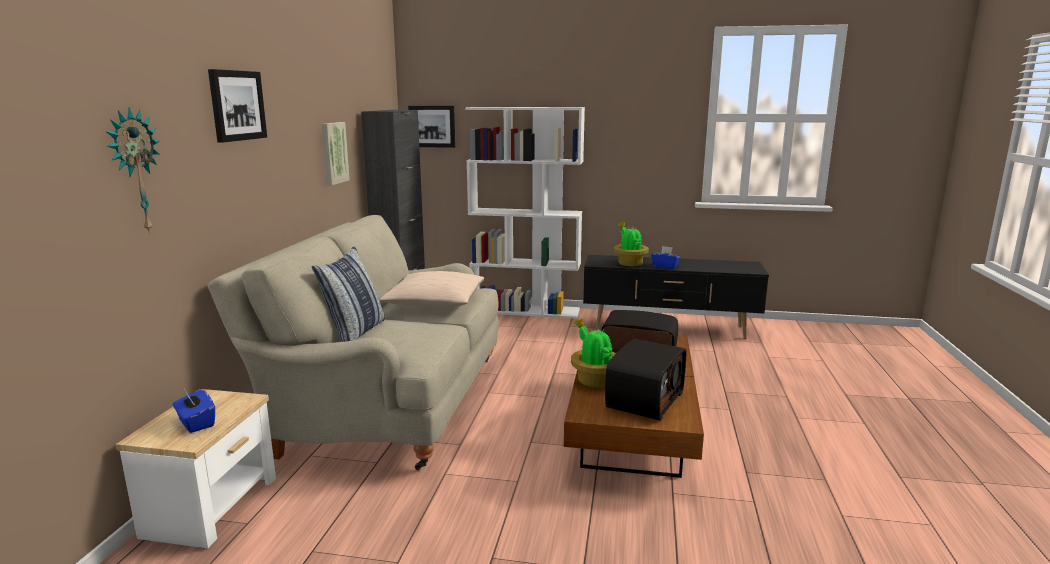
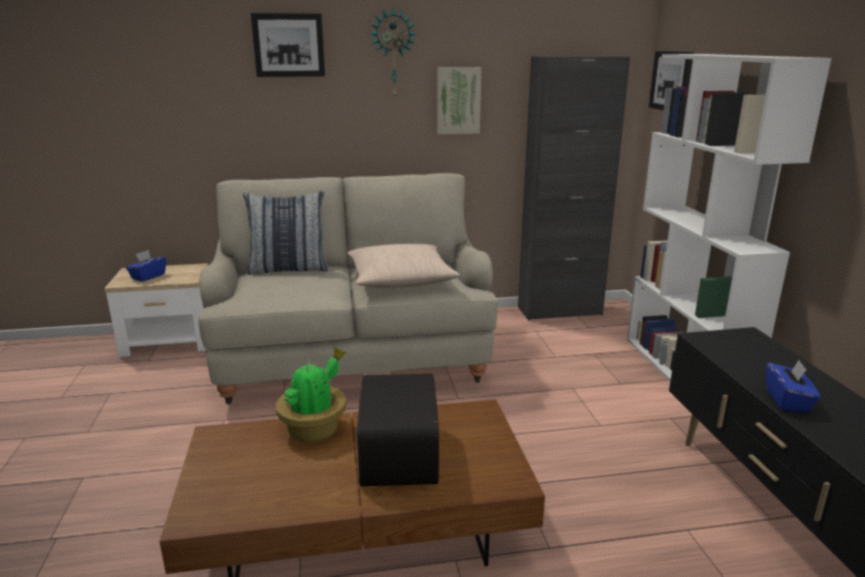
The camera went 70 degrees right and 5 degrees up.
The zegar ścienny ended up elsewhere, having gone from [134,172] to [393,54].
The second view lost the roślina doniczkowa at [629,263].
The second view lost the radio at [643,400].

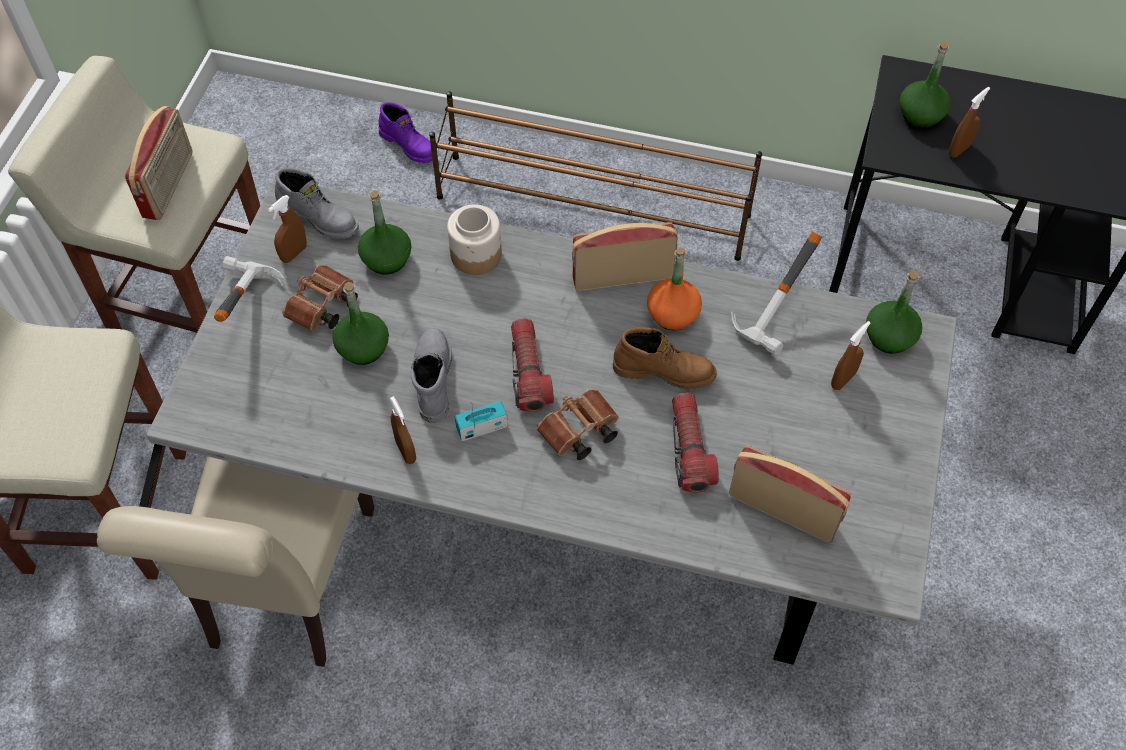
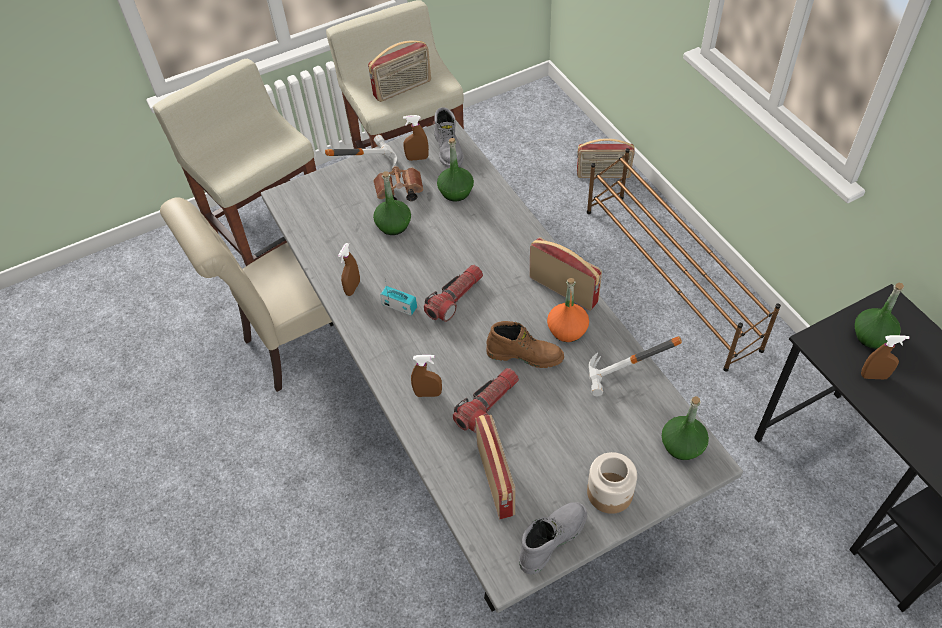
The camera went 50 degrees right and 5 degrees down.
Where the but z cholewką/fioletowy stood at [409,145], the radio came to stand at [603,175].
The słoik ended up elsewhere, having gone from [476,254] to [610,493].
The spryskiwacz/brązowy ended up elsewhere, having gone from [843,379] to [428,393].
The but z cholewką/brązowy at [664,370] ended up facing another way, 45 degrees counterclockwise from before.
The but z cholewką/szary ended up elsewhere, having gone from [432,378] to [551,538].
The second view lost the lornetka/brązowy at [578,433].

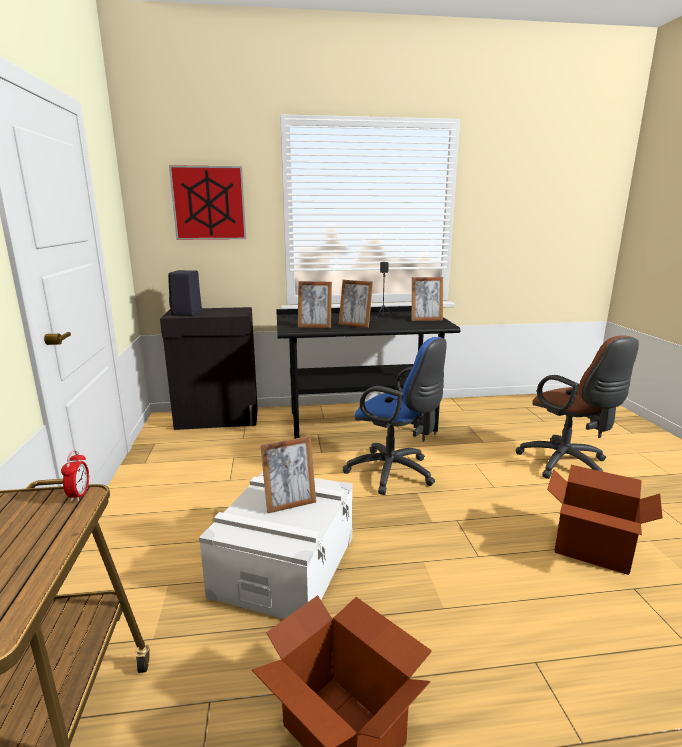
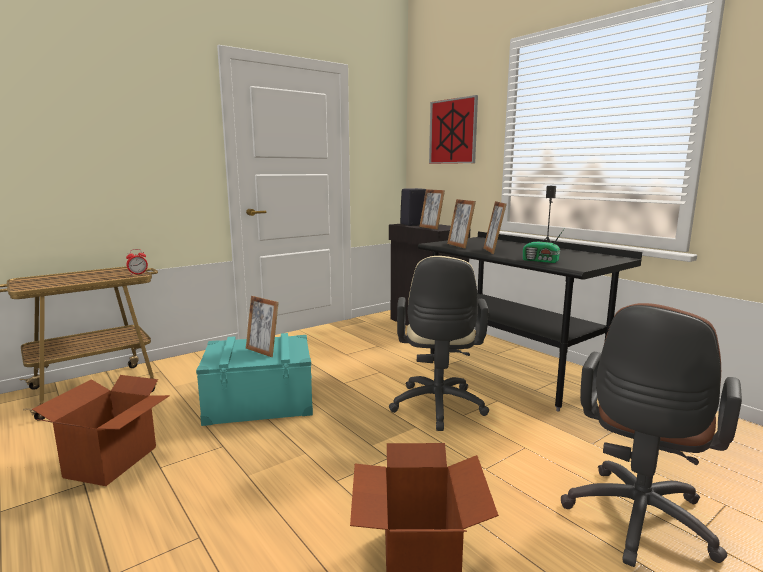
The camera went 60 degrees right and 5 degrees down.
The ramka na zdjęcie ended up elsewhere, having gone from [426,319] to [431,228].
What was the krzesło biurowe/niebieski at [395,473] turned into the krzesło biurowe/beżowy at [437,408].
What was the pojemnik do przechowywania/biały at [284,565] turned into the pojemnik do przechowywania/turkusowy at [260,400].
The second view gained the radio at [541,261].

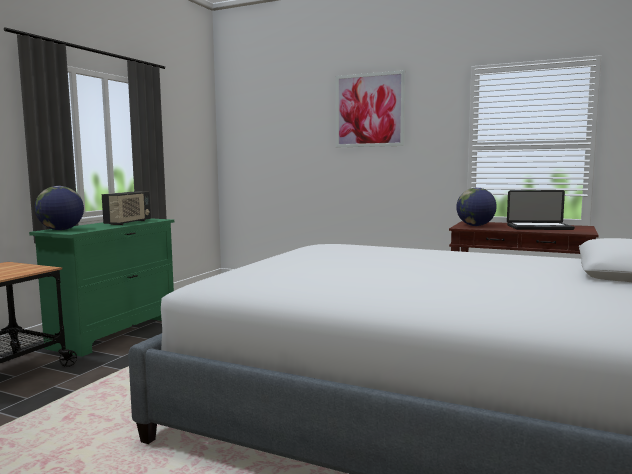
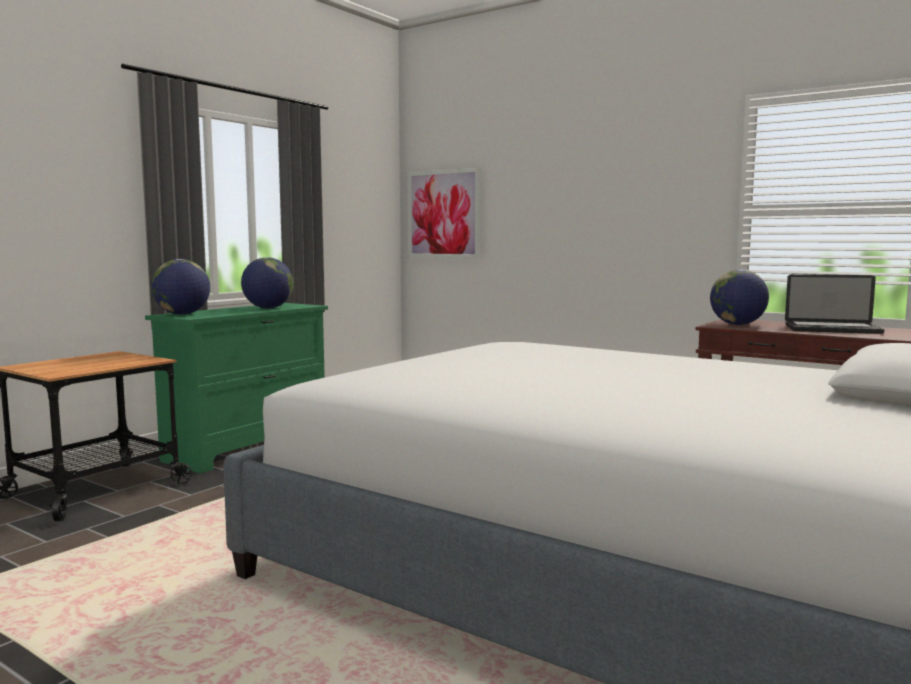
The camera went 10 degrees right and 0 degrees up.
The obraz ended up elsewhere, having gone from [369,110] to [443,214].
Where the radio stood at [128,223], the globus came to stand at [268,308].

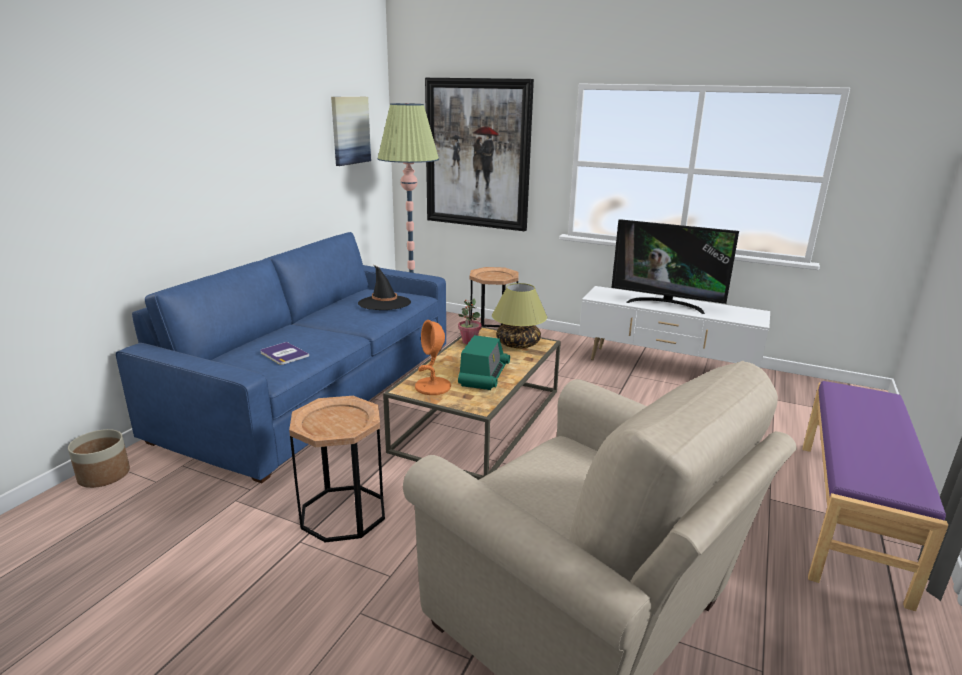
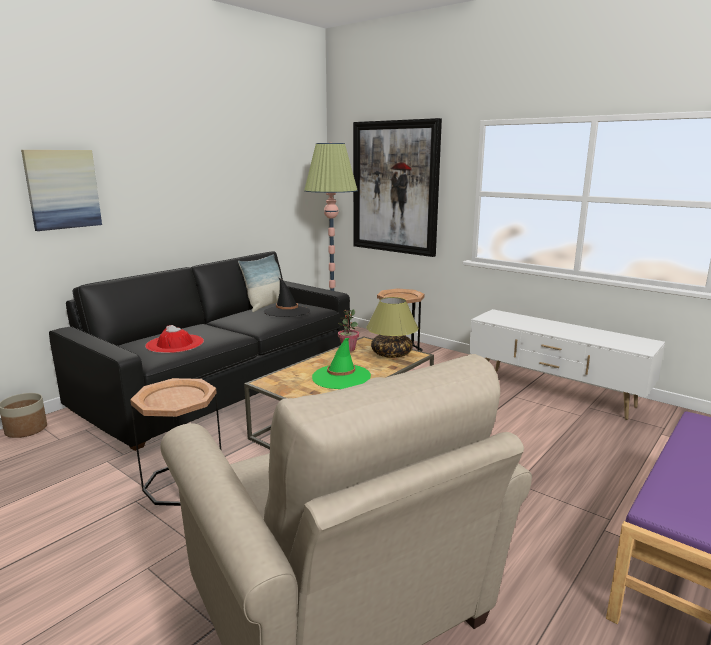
The camera went 15 degrees right and 5 degrees down.
The obraz ended up elsewhere, having gone from [350,130] to [62,189].
The second view lost the telewizor at [666,304].
What was the kanapa/niebieski at [316,389] turned into the kanapa/czarny at [222,382].
The second view lost the lampa stołowa/pomarańczowy at [433,387].
Where the radio stood at [484,375], the kapelusz/zielony came to stand at [341,377].
Where the książka stood at [284,354], the kapelusz/czerwony came to stand at [175,344].
The second view gained the poduszka at [266,305].

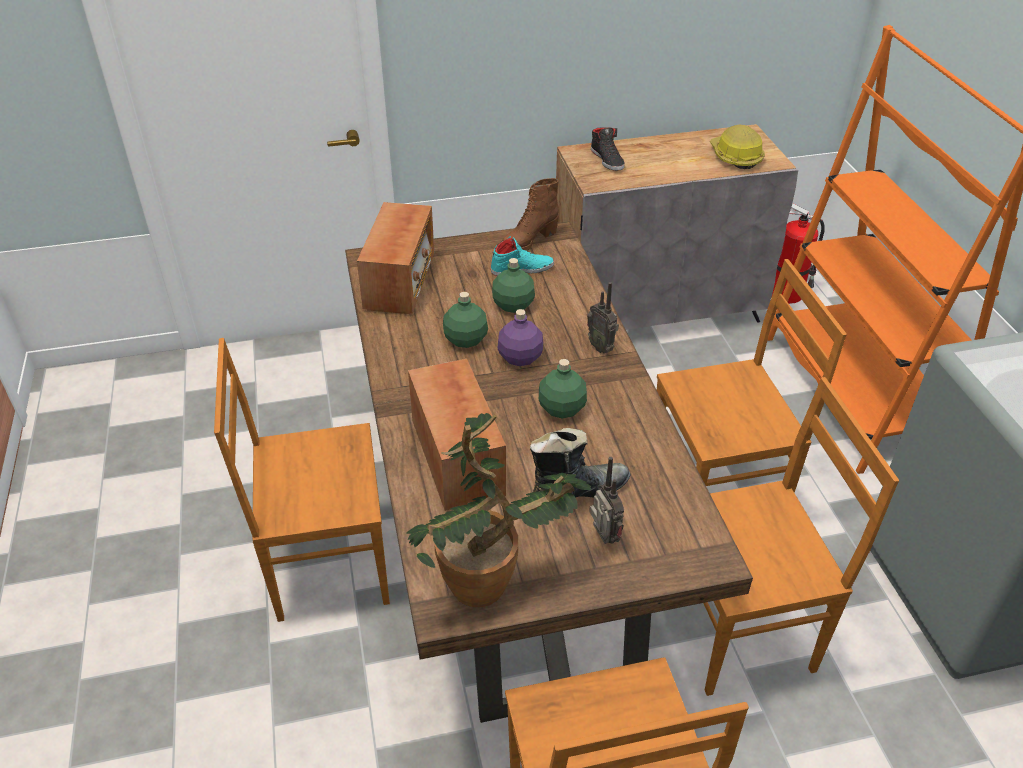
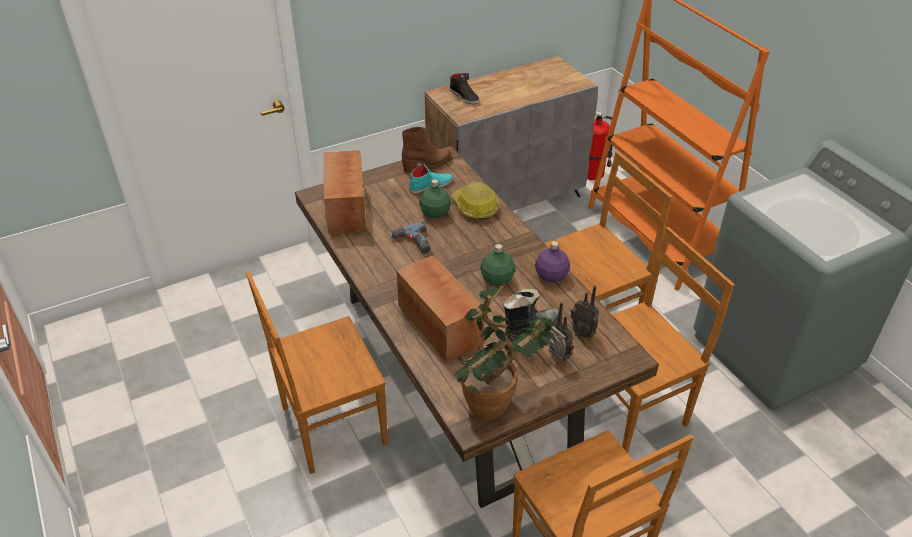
The camera went 15 degrees left and 0 degrees up.
The kask ended up elsewhere, having gone from [735,157] to [474,207].
The but z cholewką/brązowy at [528,241] ended up facing another way, 150 degrees counterclockwise from before.
The radio ended up elsewhere, having gone from [601,347] to [583,332].
Where the butelka/zielony stood at [466,340], the wiertarka came to stand at [412,243].
The butelka/fioletowy ended up elsewhere, having gone from [520,357] to [551,276].

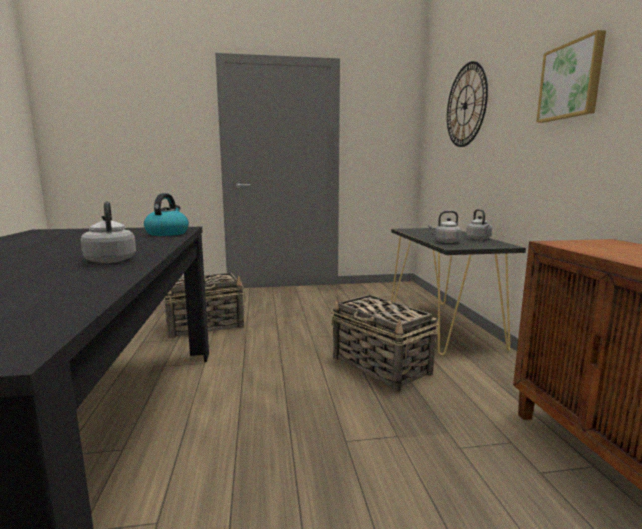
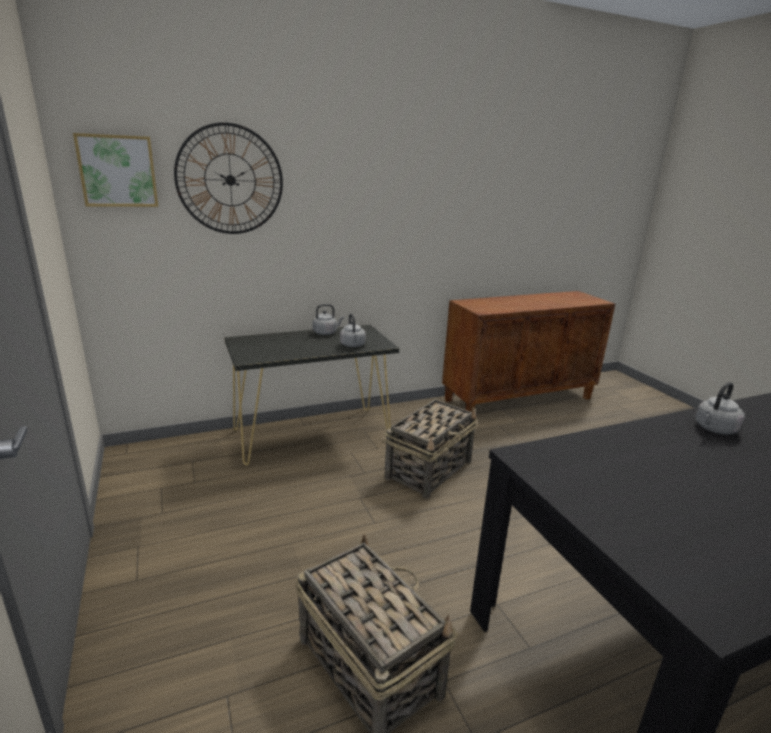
The camera went 105 degrees left and 10 degrees up.
The obraz ended up elsewhere, having gone from [571,81] to [118,171].
The second view lost the czajnik at [167,233].

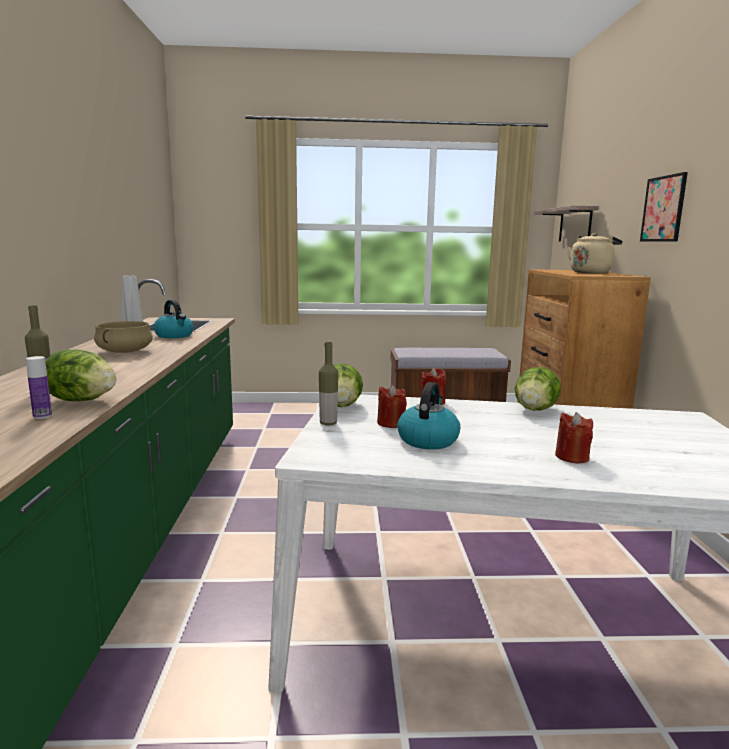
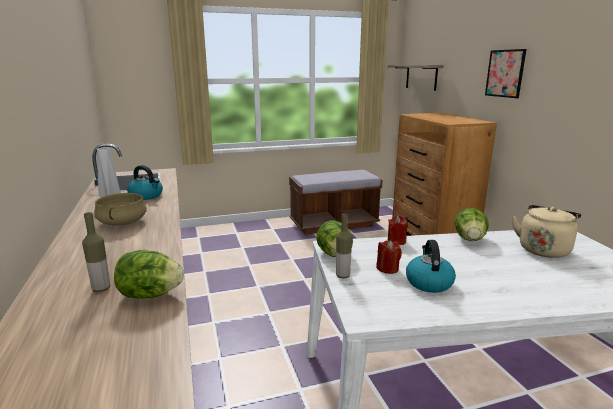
The camera went 15 degrees left and 5 degrees up.
The czajnik/beżowy ended up elsewhere, having gone from [591,272] to [543,249].
The second view lost the butelka at [42,416].
The second view lost the świeca/czerwony at [571,457].

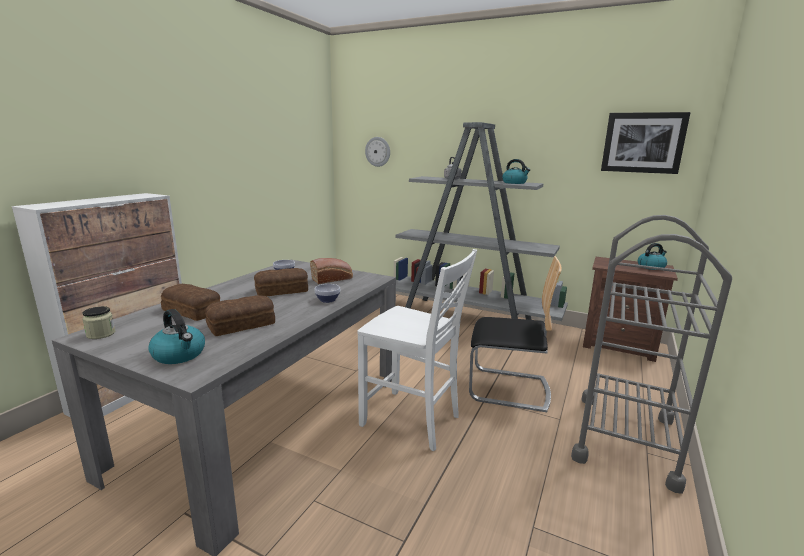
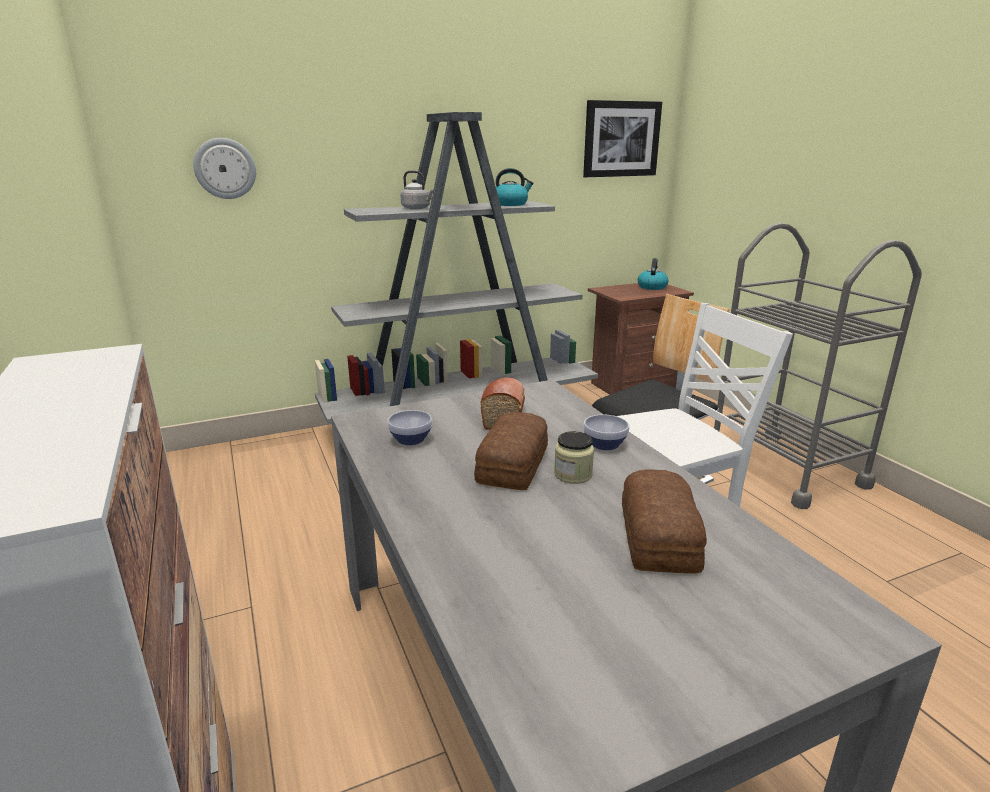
The camera went 50 degrees left and 5 degrees up.
The second view lost the chleb at [192,310].
The słoik ended up elsewhere, having gone from [101,334] to [573,474].
The second view lost the czajnik at [180,355].

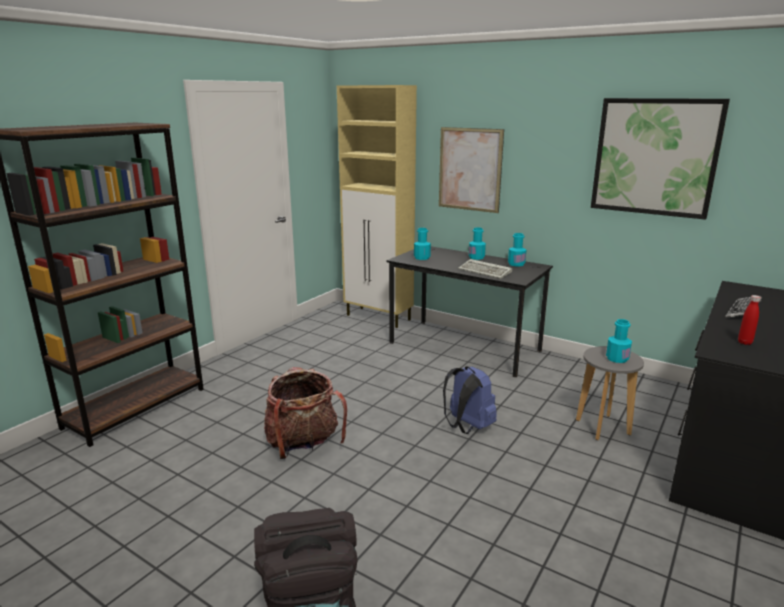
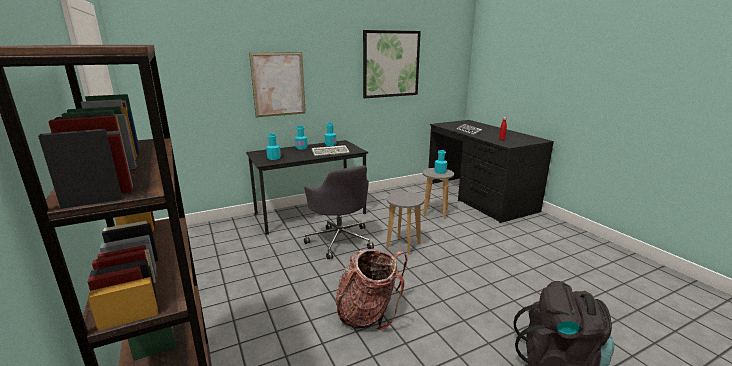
The camera went 60 degrees left and 0 degrees up.
The second view lost the szafka/beżowy at [379,317].
Where the plecak/niebieski stood at [467,427], the stołek/szary came to stand at [403,245].
The second view gained the krzesło biurowe/szary at [340,240].

